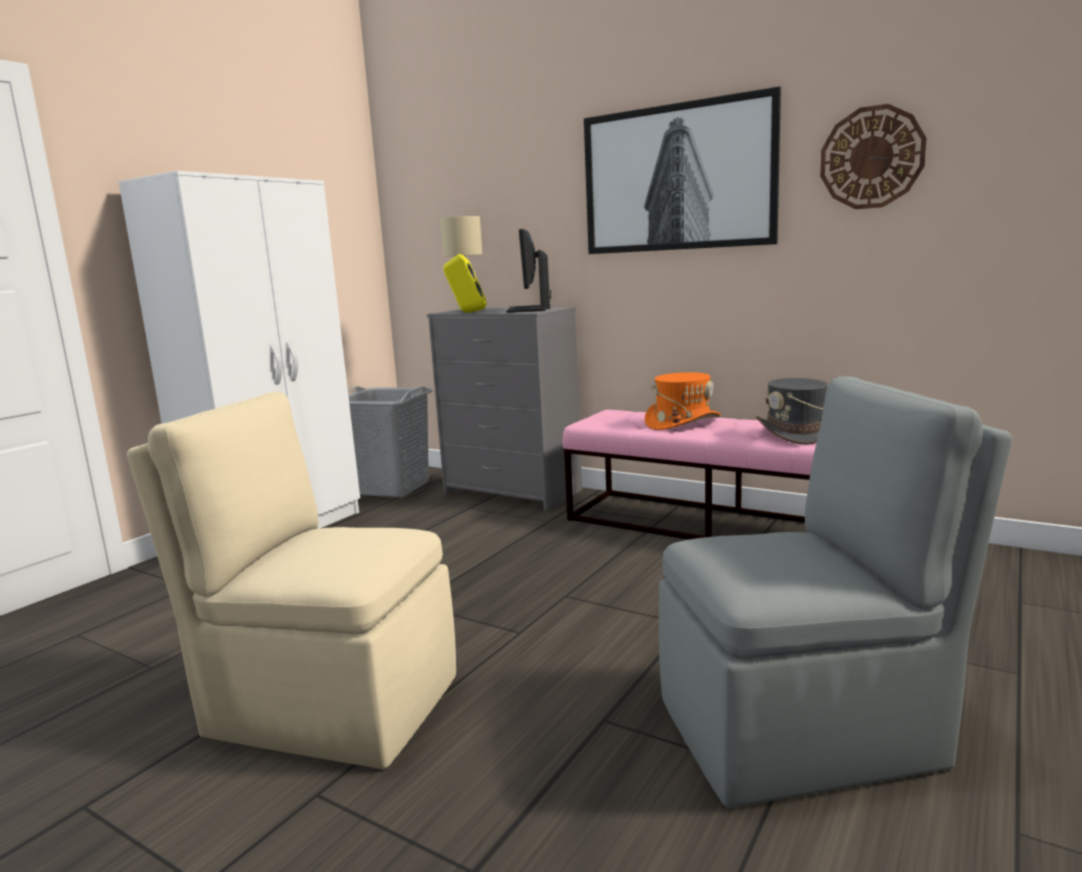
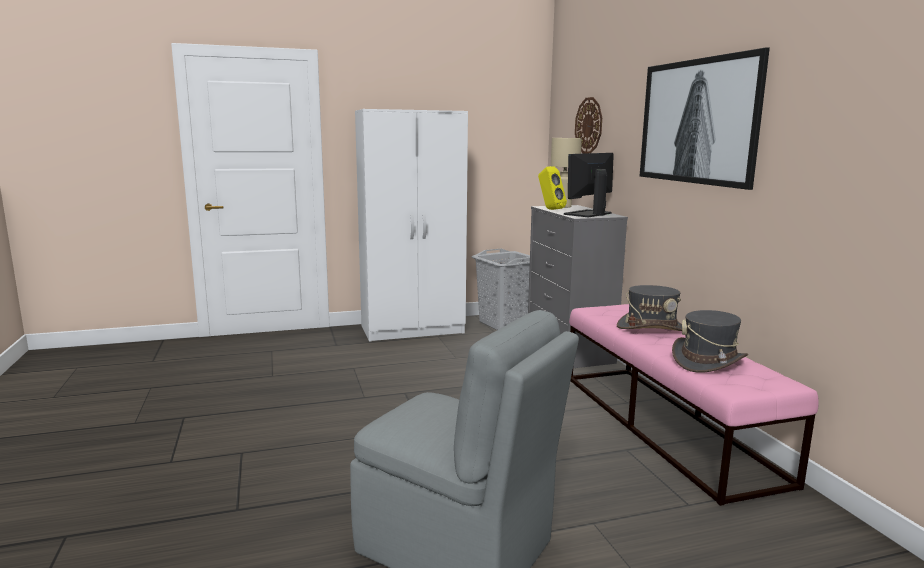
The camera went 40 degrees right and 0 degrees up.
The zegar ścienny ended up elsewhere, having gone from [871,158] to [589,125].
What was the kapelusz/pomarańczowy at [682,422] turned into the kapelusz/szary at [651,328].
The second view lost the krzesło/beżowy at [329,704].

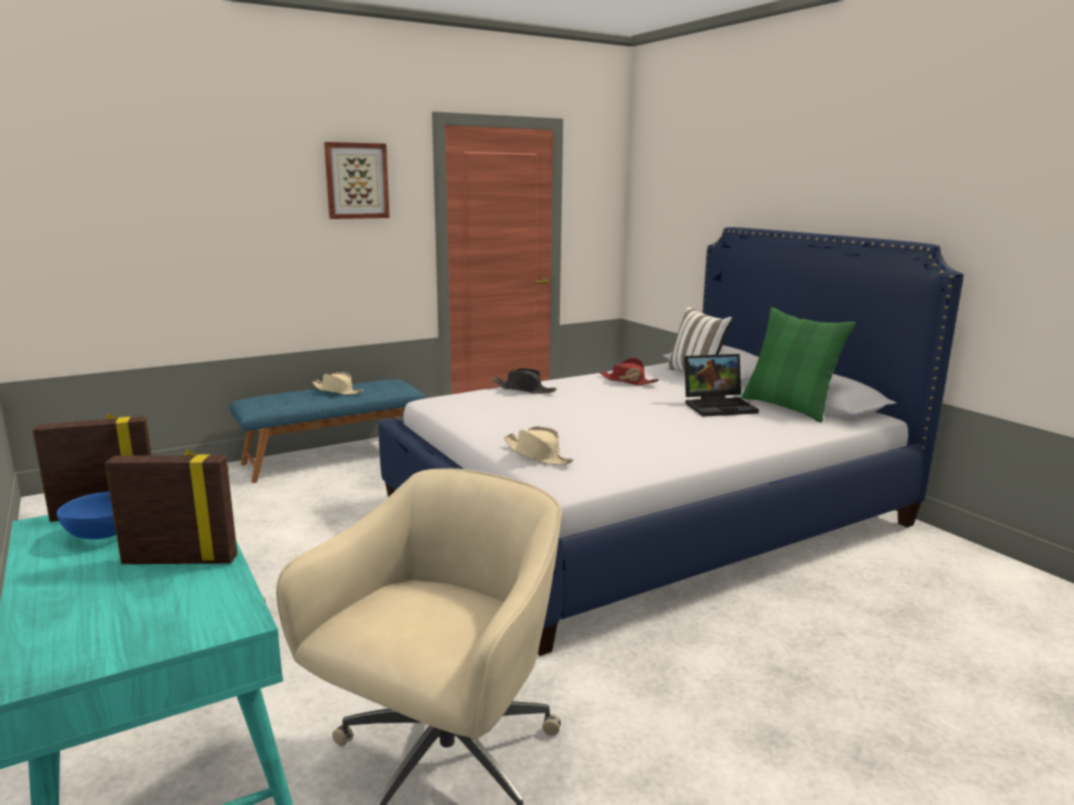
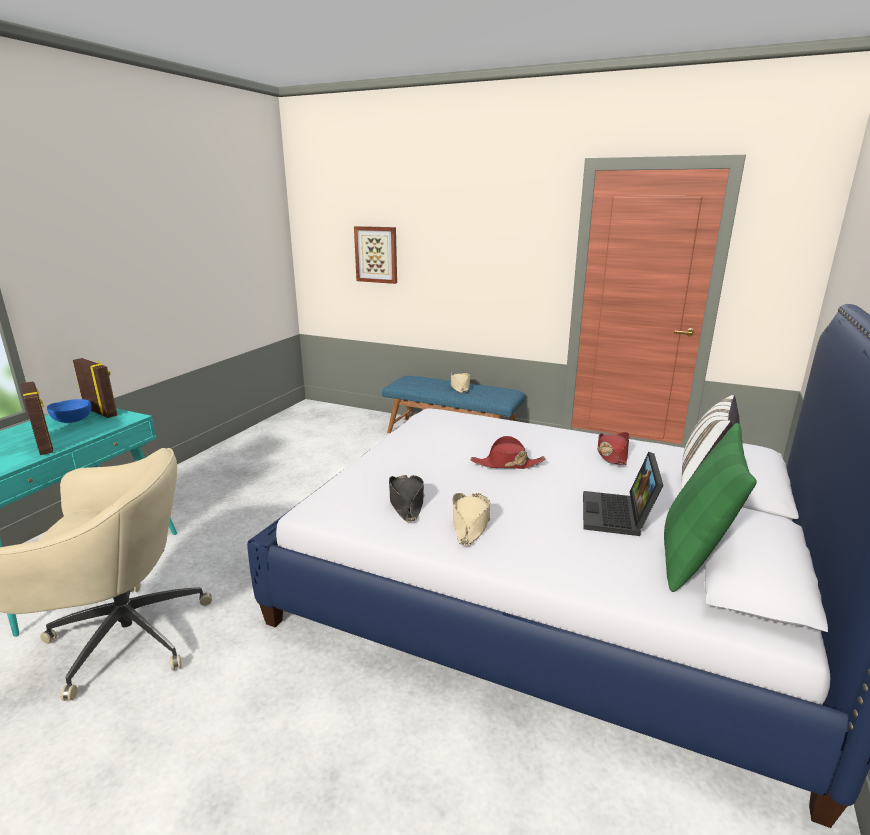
The camera went 55 degrees right and 5 degrees up.
The obraz ended up elsewhere, having gone from [356,181] to [376,254].
The laptop at [719,406] ended up facing another way, 60 degrees clockwise from before.
The kapelusz/czarny ended up elsewhere, having gone from [524,389] to [406,503].
The kapelusz/beżowy ended up elsewhere, having gone from [538,455] to [470,523].
The second view gained the kapelusz/czerwony at [507,464].

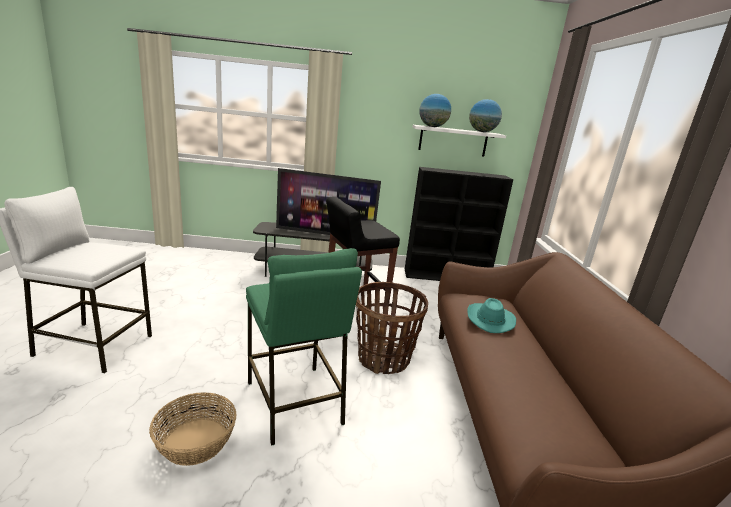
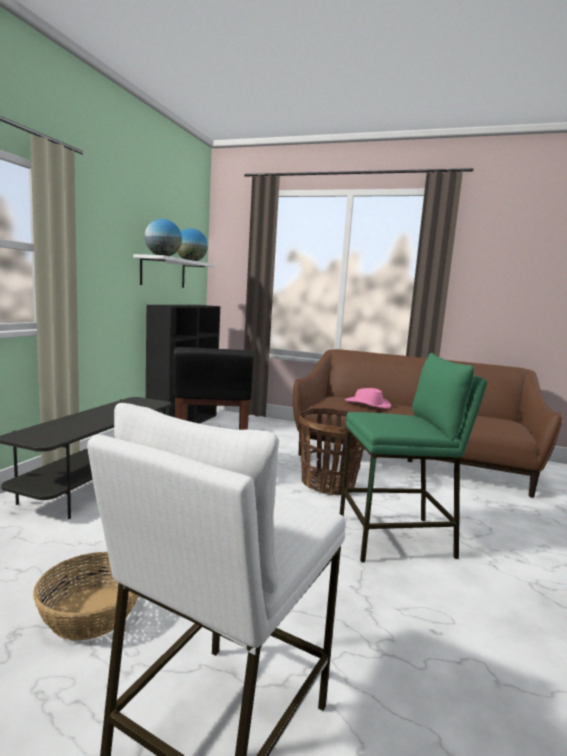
The camera went 70 degrees left and 10 degrees down.
The second view lost the telewizor at [325,234].
What was the kapelusz/turkusowy at [489,319] turned into the kapelusz/różowy at [367,404].
The koszyk ended up elsewhere, having gone from [195,442] to [91,613].

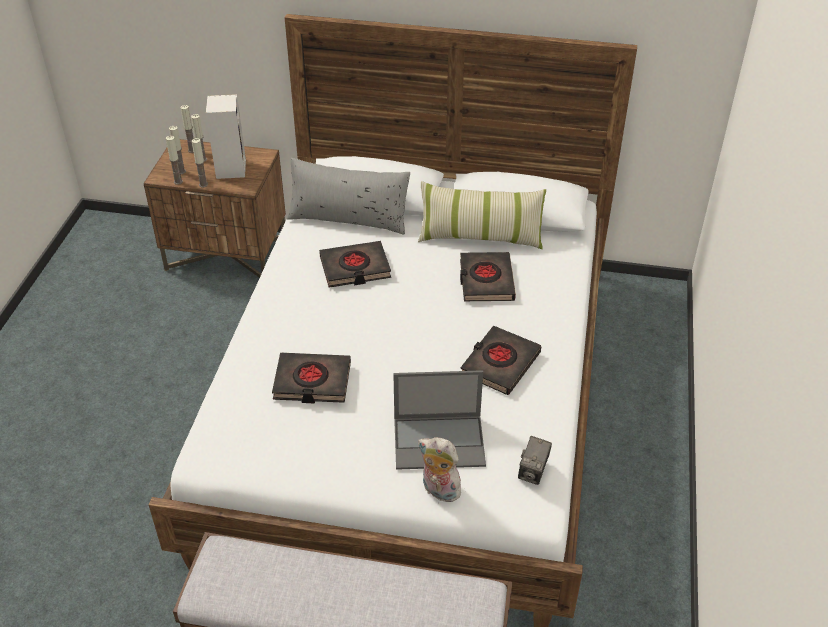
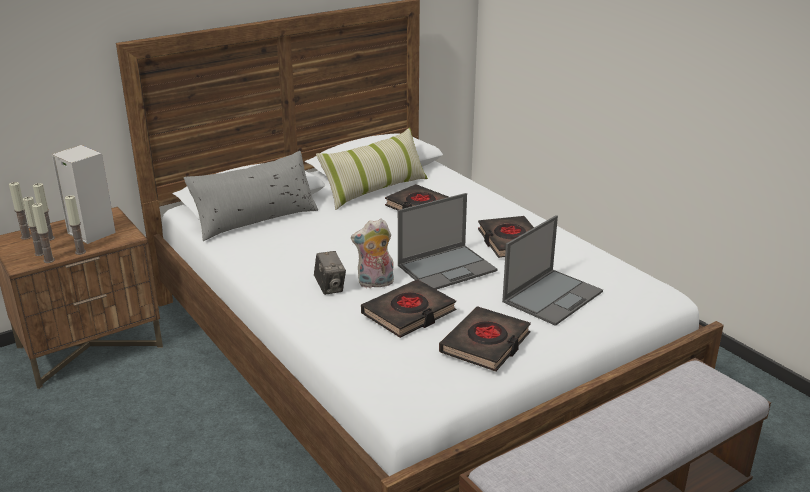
The camera went 45 degrees left and 15 degrees down.
The książka/czarny ended up elsewhere, having gone from [355,268] to [486,344].
The aparat fotograficzny ended up elsewhere, having gone from [533,472] to [330,287].
The pluszak ended up elsewhere, having gone from [438,491] to [375,283].
The second view gained the laptop at [447,268].

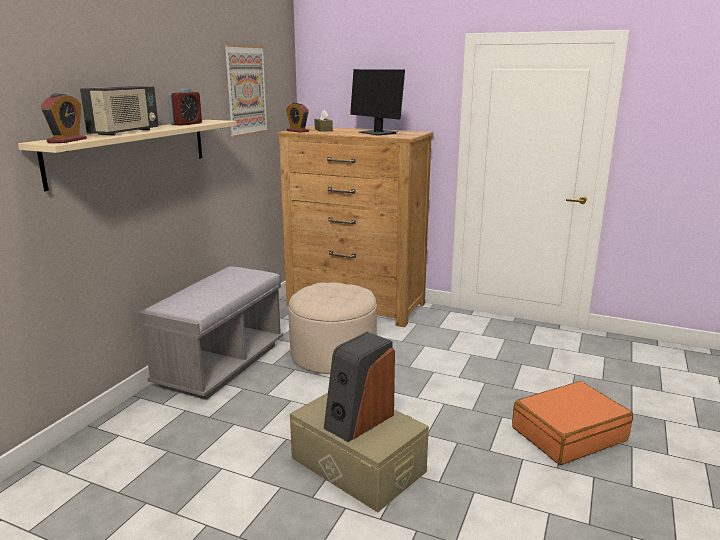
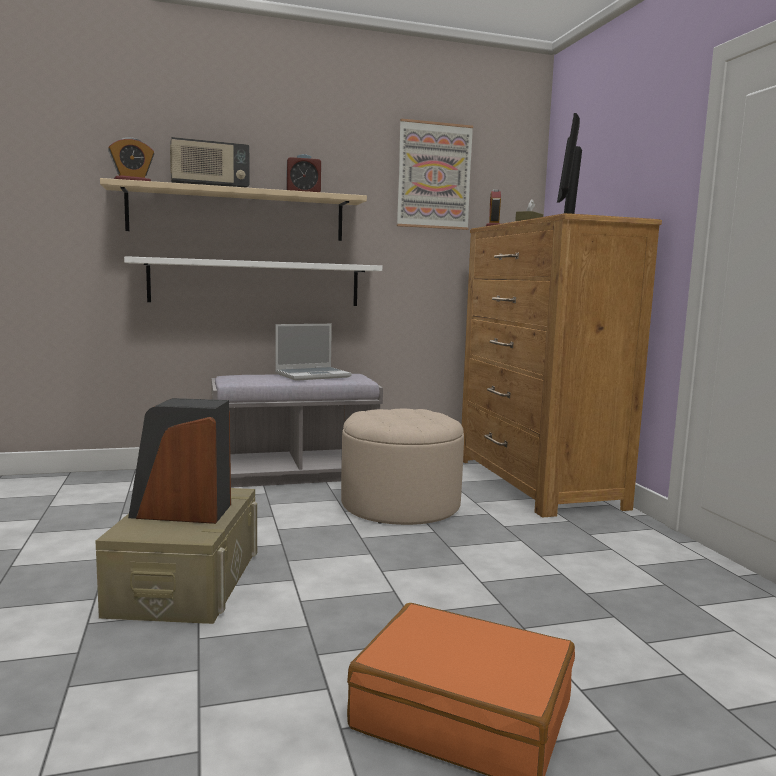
The camera went 50 degrees right and 10 degrees down.
The second view gained the półka/biały at [256,283].
The second view gained the laptop at [313,375].

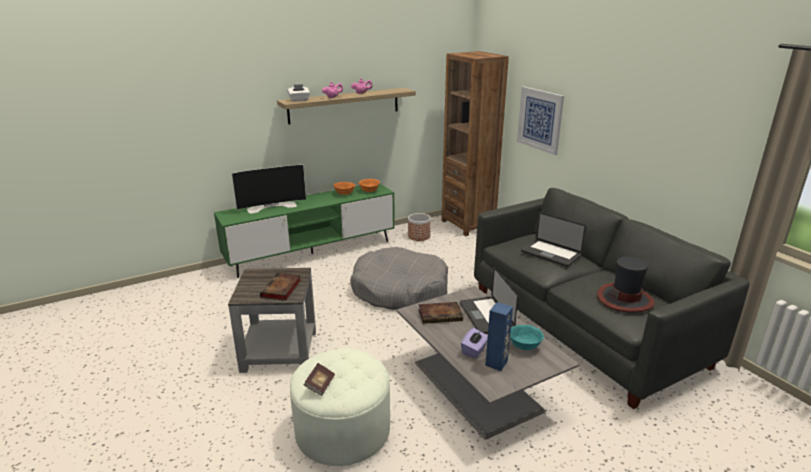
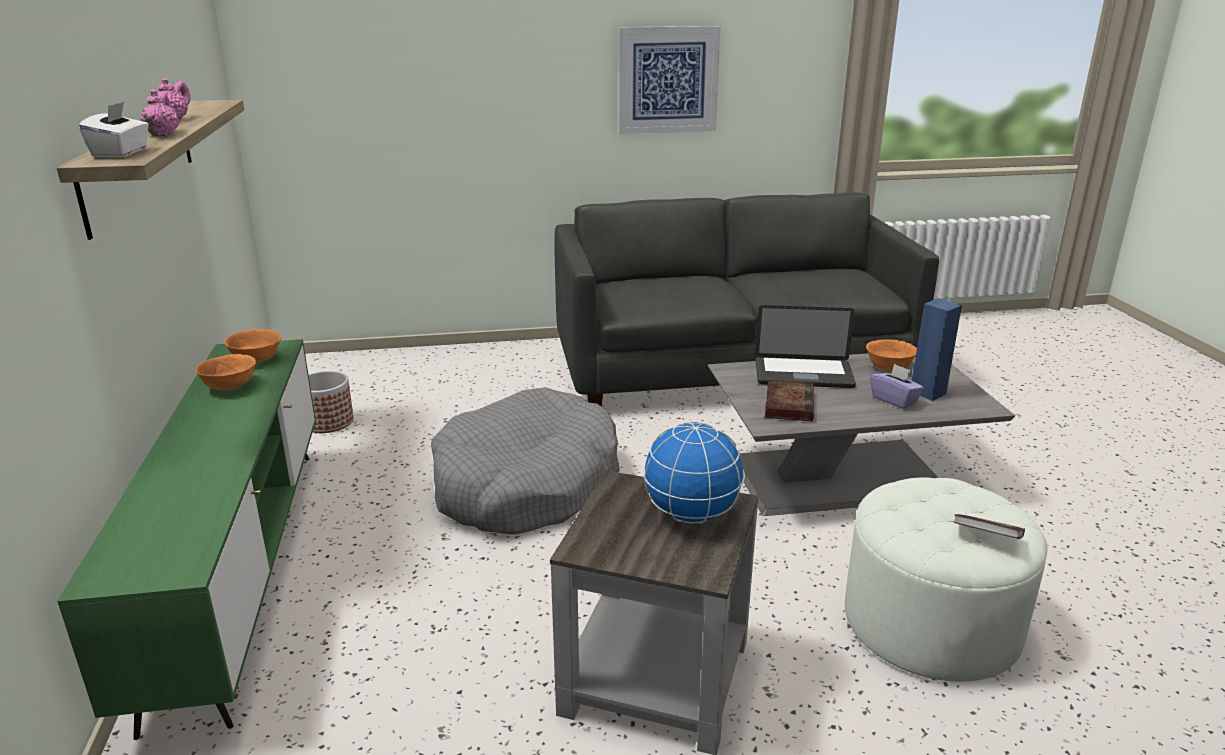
The camera went 70 degrees left and 0 degrees up.
The second view lost the regał/brązowy at [468,224].
The obraz ended up elsewhere, having gone from [540,120] to [668,80].
The second view lost the telewizor at [272,206].
The second view lost the laptop at [550,254].
The second view lost the kapelusz at [625,299].
Where the książka stood at [281,289], the globus came to stand at [692,515].
What was the miska/turkusowy at [524,346] turned into the miska/pomarańczowy at [888,368].

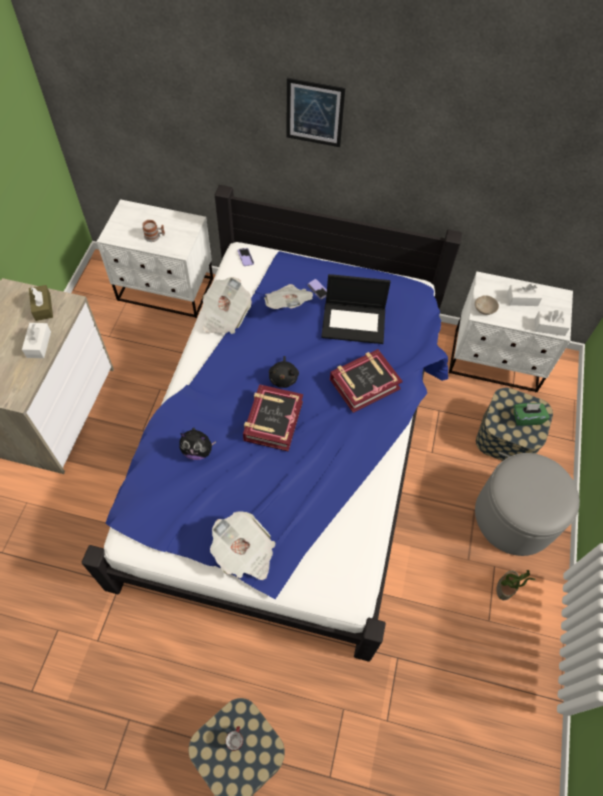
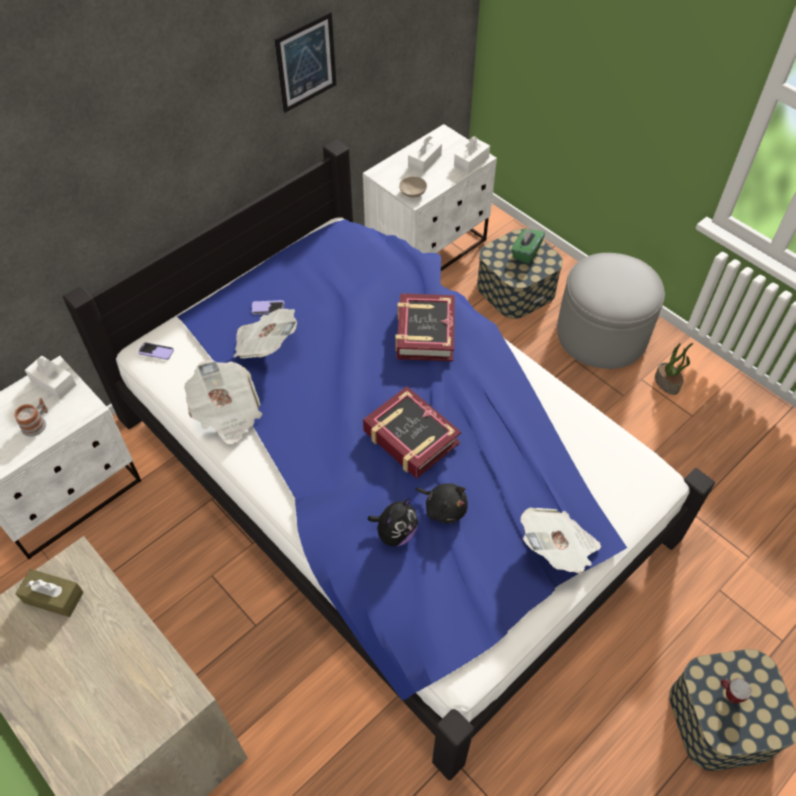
The camera went 55 degrees left and 5 degrees down.
The obraz ended up elsewhere, having gone from [314,113] to [306,62].
The second view lost the laptop at [354,322].
The pudełko chusteczek/biały ended up elsewhere, having gone from [39,344] to [53,383].
The pluszak/czarny ended up elsewhere, having gone from [283,377] to [443,508].

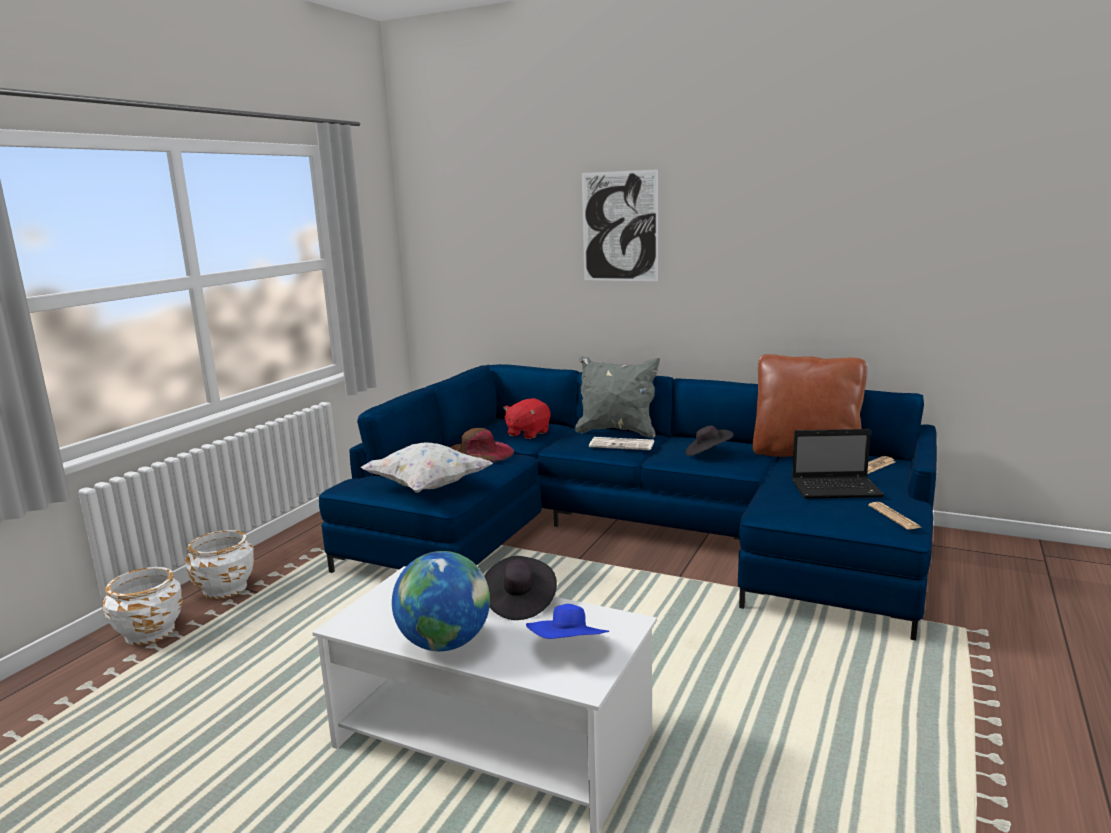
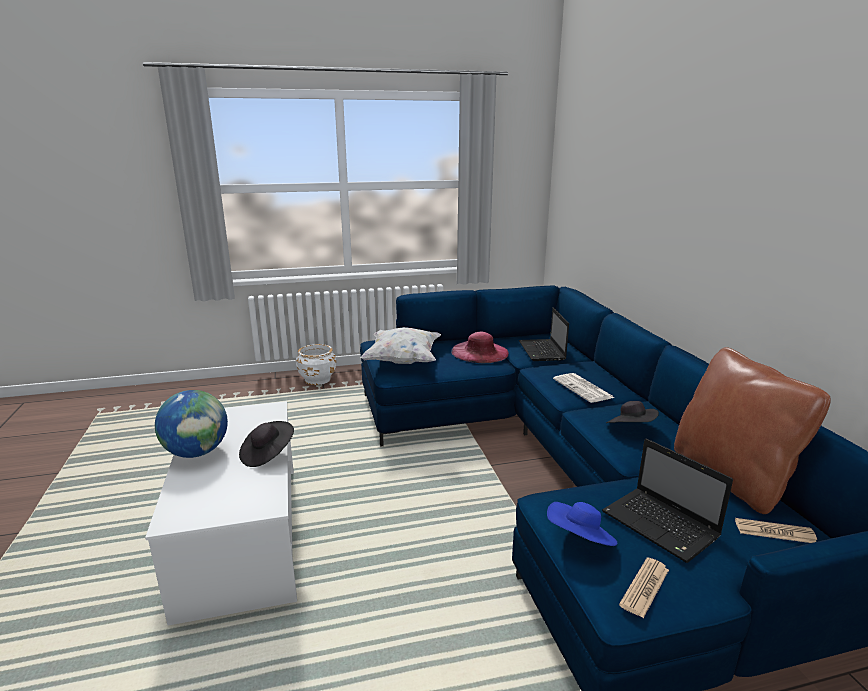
The camera went 50 degrees right and 5 degrees up.
The second view lost the obraz at [619,227].
The second view lost the poduszka/szary at [617,432].
Where the pluszak/czerwony stood at [527,433], the laptop came to stand at [542,351].
What was the kapelusz/brązowy at [478,453] turned into the kapelusz/różowy at [480,352].
The second view lost the donica/biały at [149,632].
The kapelusz/niebieski ended up elsewhere, having gone from [569,649] to [580,540].

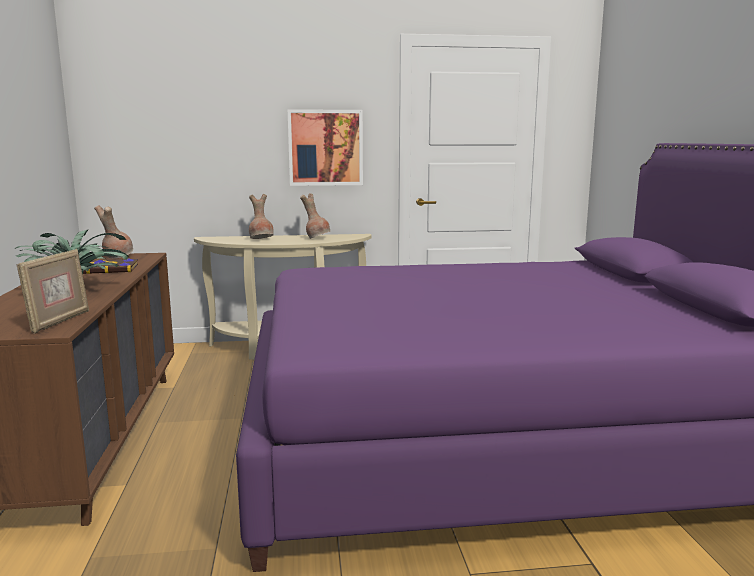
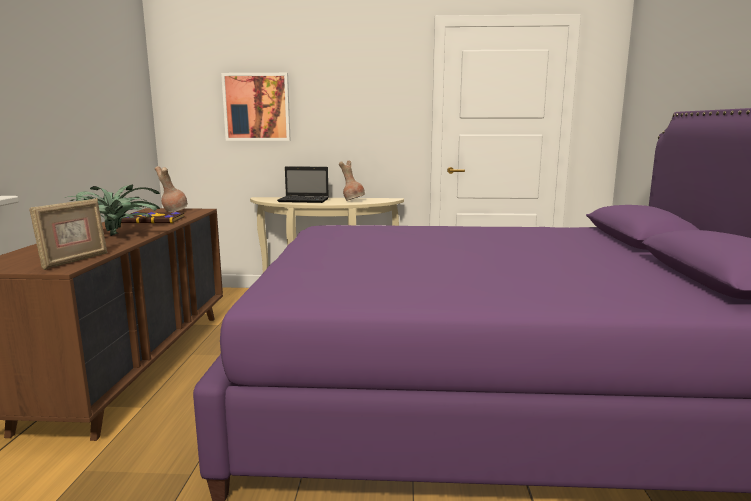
The camera went 10 degrees right and 0 degrees up.
The obraz ended up elsewhere, having gone from [325,147] to [257,107].
Where the wazon/brązowy stood at [261,239], the laptop came to stand at [304,200].

